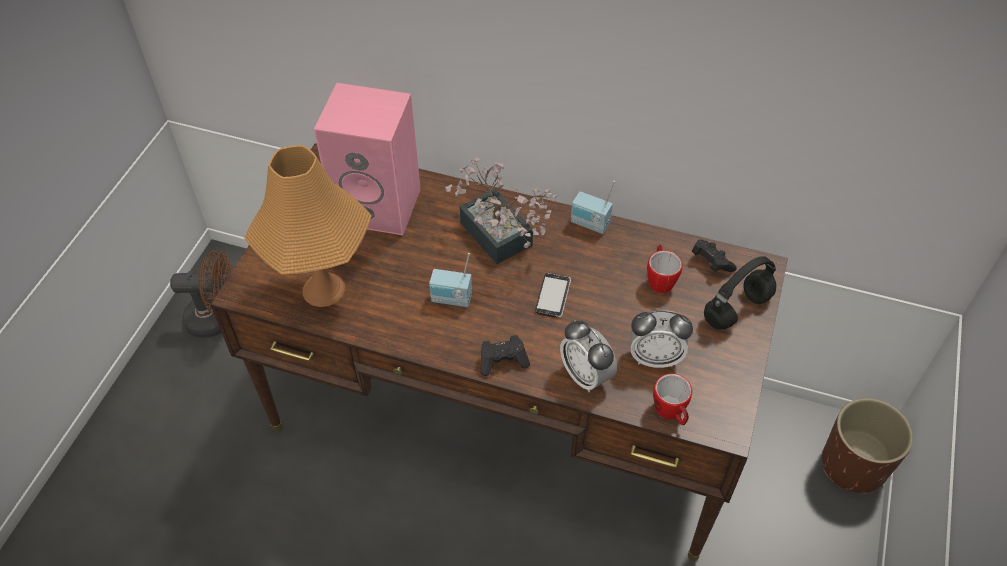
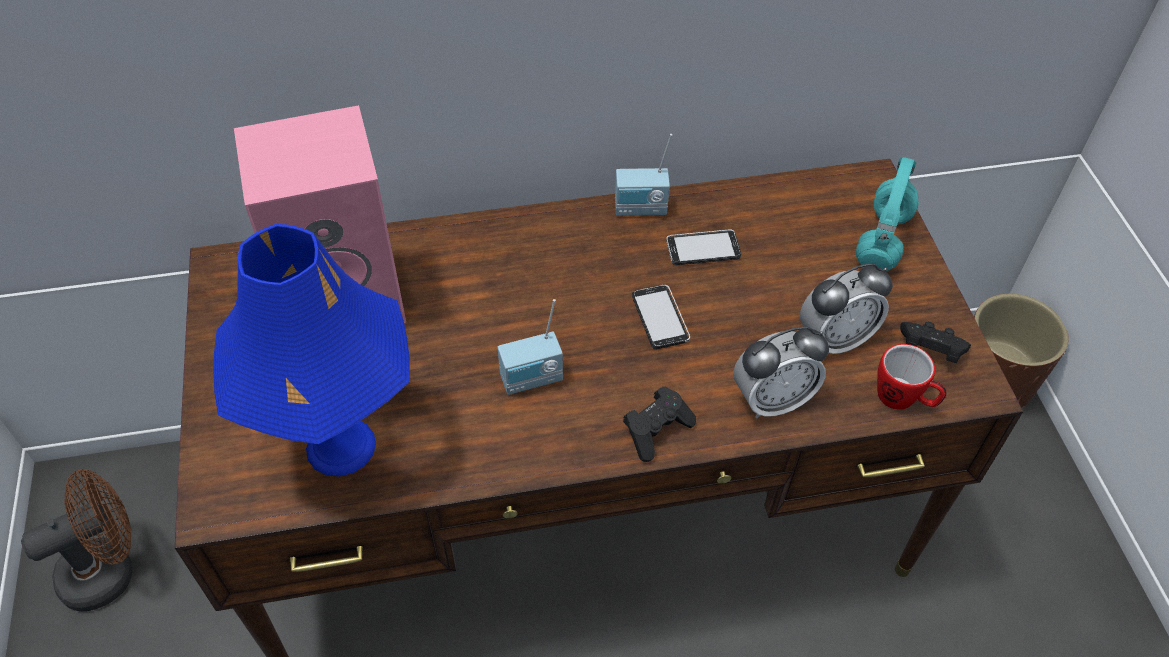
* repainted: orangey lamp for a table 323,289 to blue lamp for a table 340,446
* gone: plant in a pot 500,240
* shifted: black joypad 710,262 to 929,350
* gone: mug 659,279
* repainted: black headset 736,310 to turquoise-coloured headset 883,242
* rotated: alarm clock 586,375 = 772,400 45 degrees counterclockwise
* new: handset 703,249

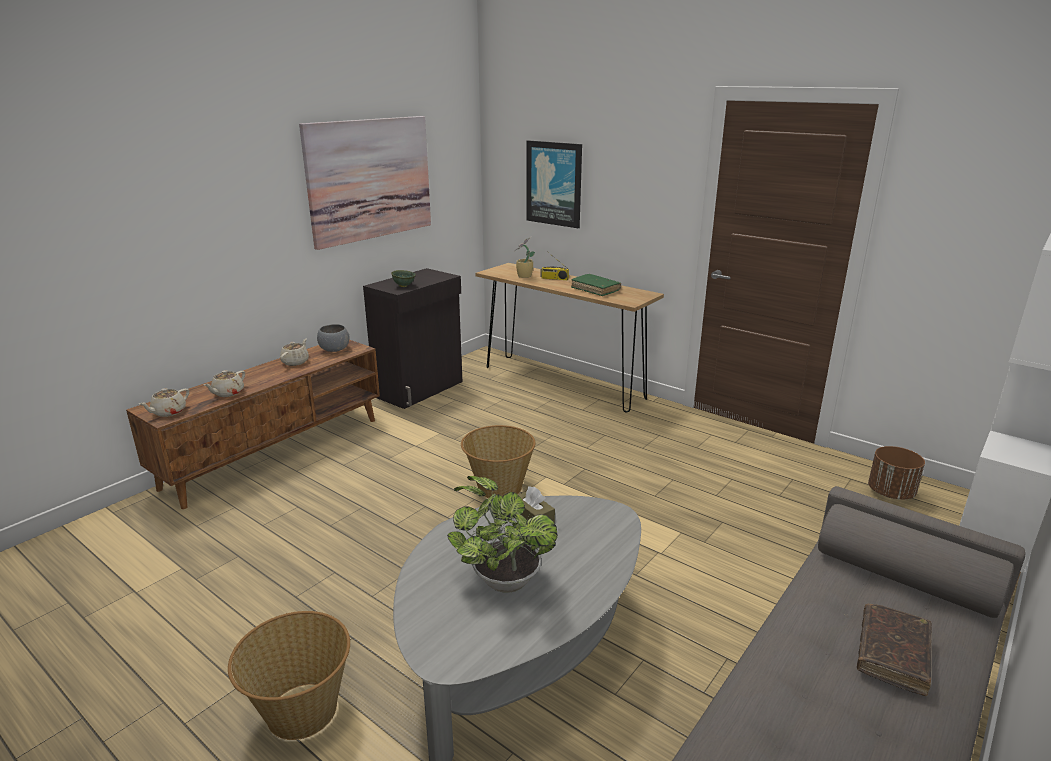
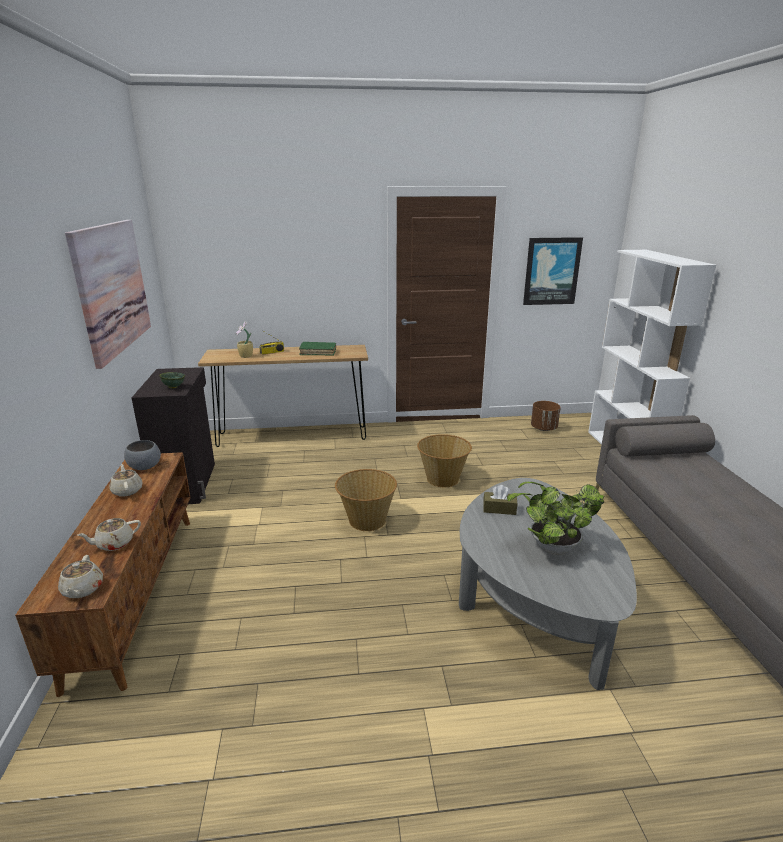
* shifted: picture 554,183 to 551,271
* rotated: beige-coloured tea pot 228,393 = 114,543 75 degrees clockwise
* gone: brown bound book 892,654
* shifted: household basket 301,711 to 442,479

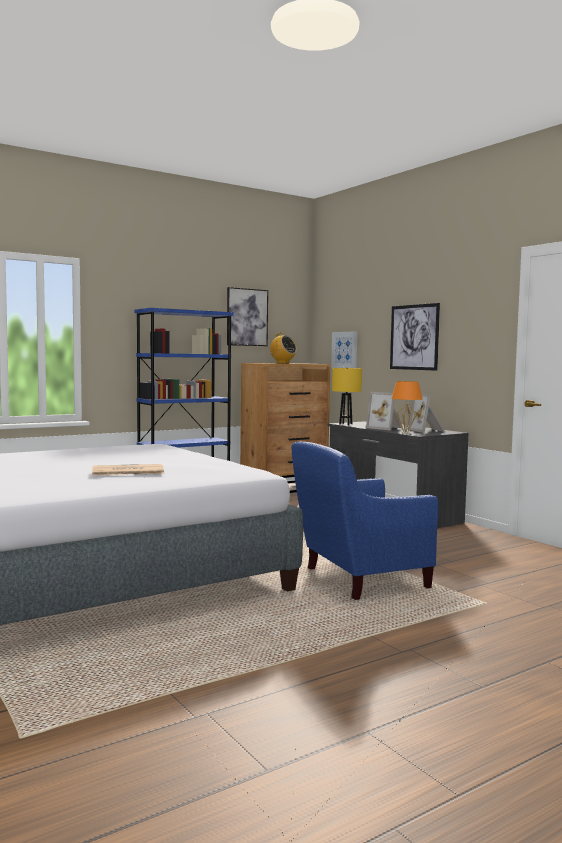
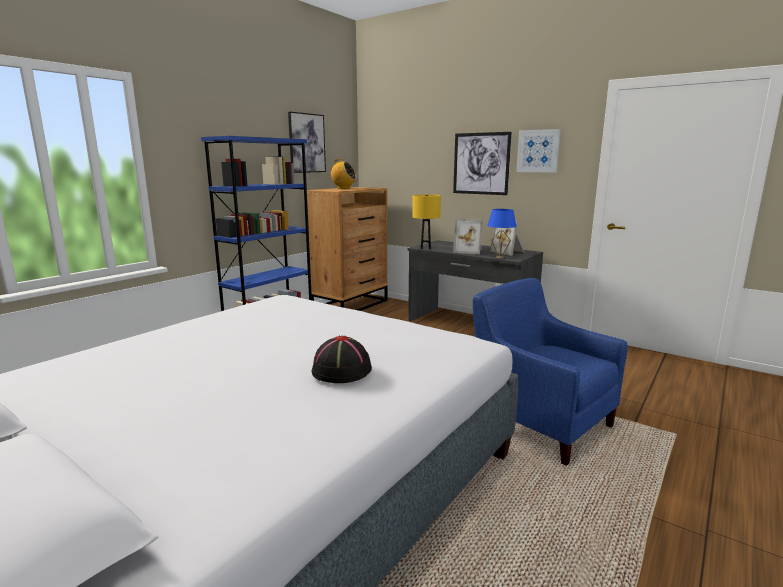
* shifted: picture 345,350 to 538,151
* repainted: orangey lamp for a table 405,433 to blue lamp for a table 499,257
* rotated: blue lounge chair 358,579 = 541,422 90 degrees clockwise
* swapped: printed paper 127,471 to black wearable hat 341,371

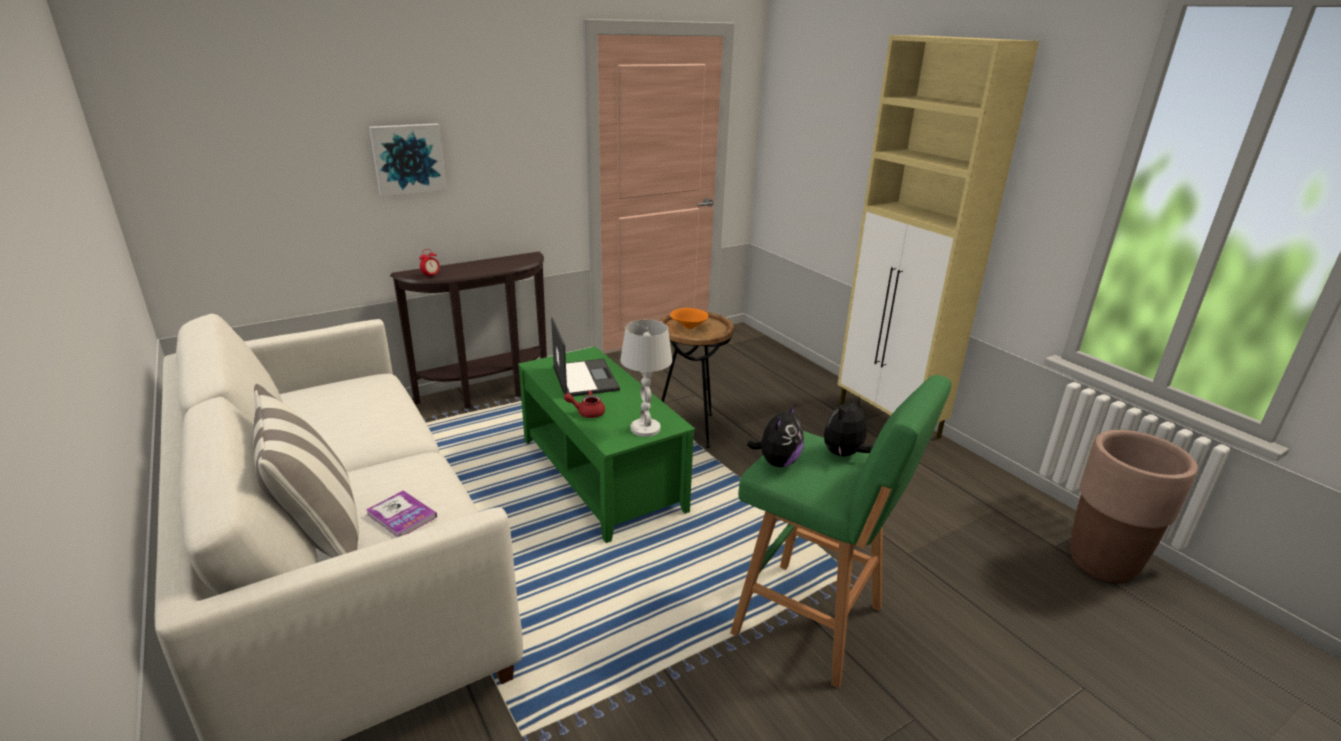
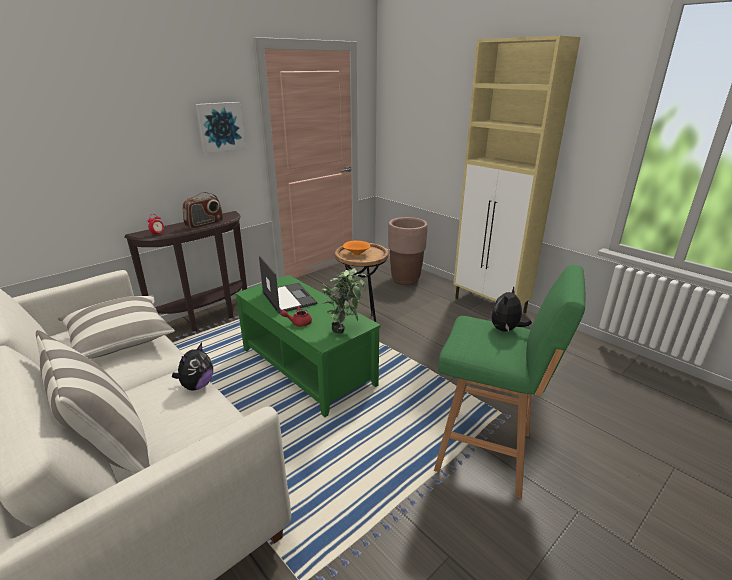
* shifted: picture 408,158 to 220,126
* swapped: white lamp for a table 645,429 to plant in a pot 345,329
* shifted: plush toy 777,462 to 197,386
* shifted: brown flower pot 1102,564 to 405,279
* gone: bound book 401,515
* new: radio set 204,224
* new: throw pillow 120,339

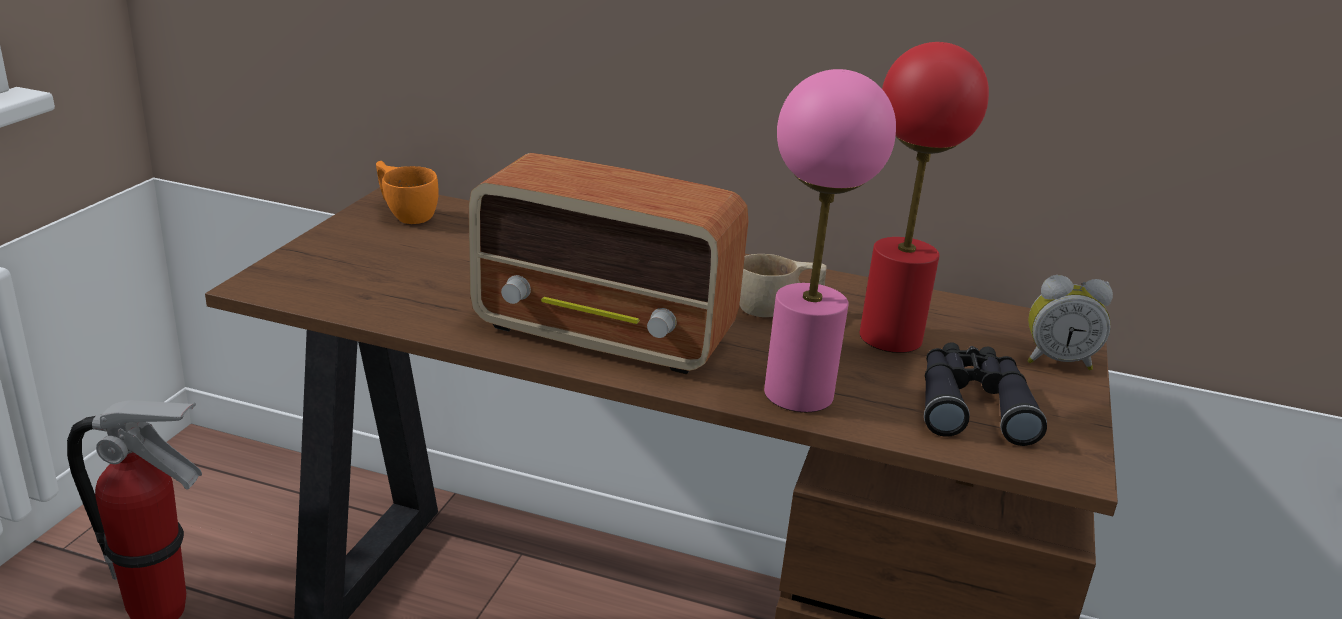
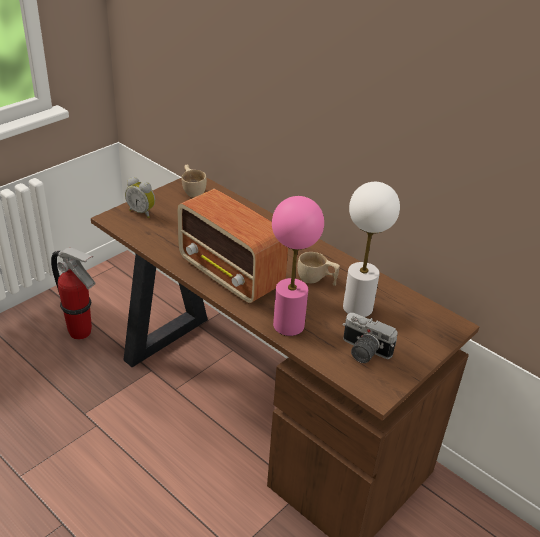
* repainted: red-coloured lamp for a table 891,337 to white lamp for a table 358,307
* repainted: orangey drinking cup 406,213 to beige-coloured drinking cup 193,190
* shifted: alarm clock 1057,361 to 142,212
* swapped: black binoculars 972,404 to still camera 363,351

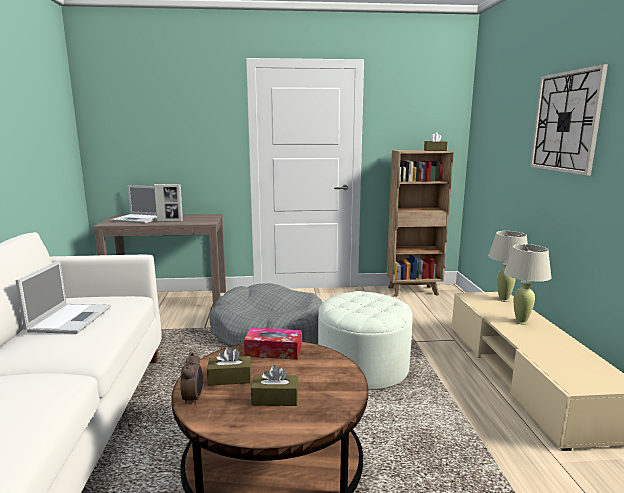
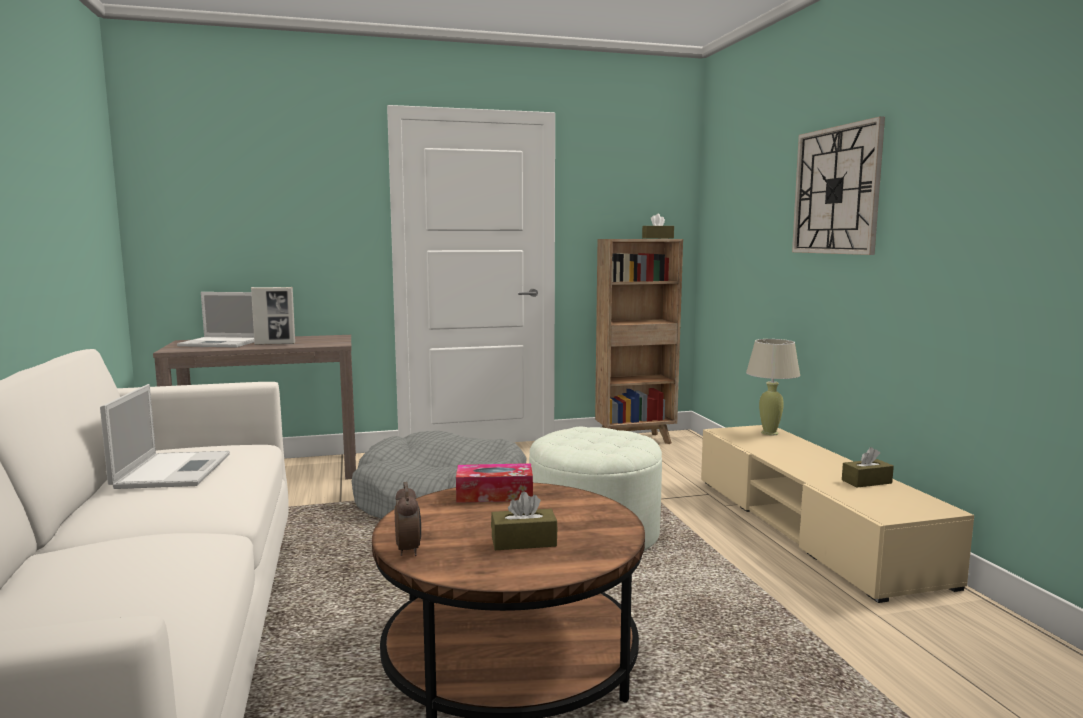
* gone: beige-coloured lamp for a table 521,322
* shifted: brown tissue holder 230,378 to 866,482

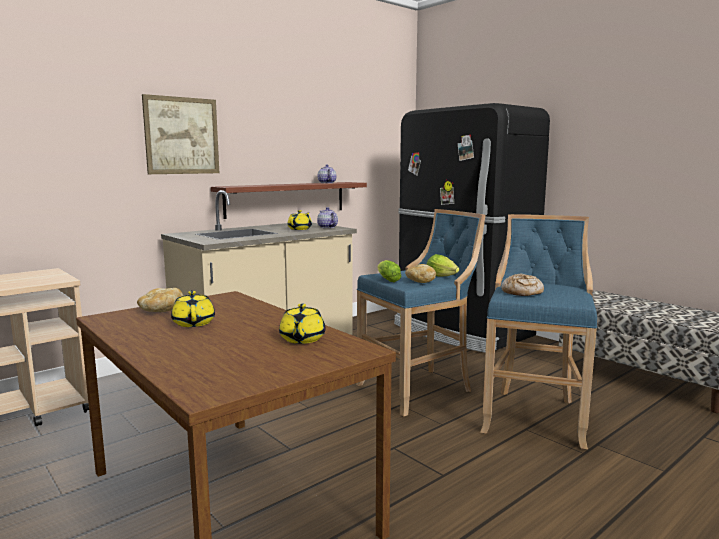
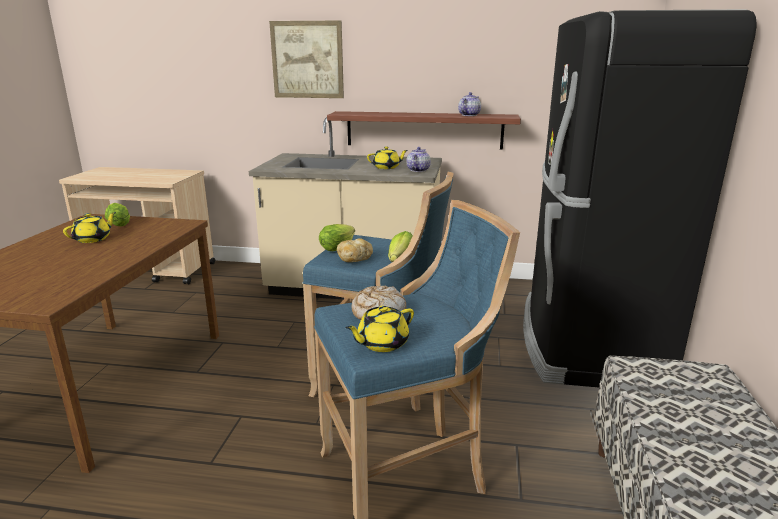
* swapped: bakery bread 161,311 to head of lettuce 120,223
* shifted: yellow-coloured tea pot 302,339 to 381,343

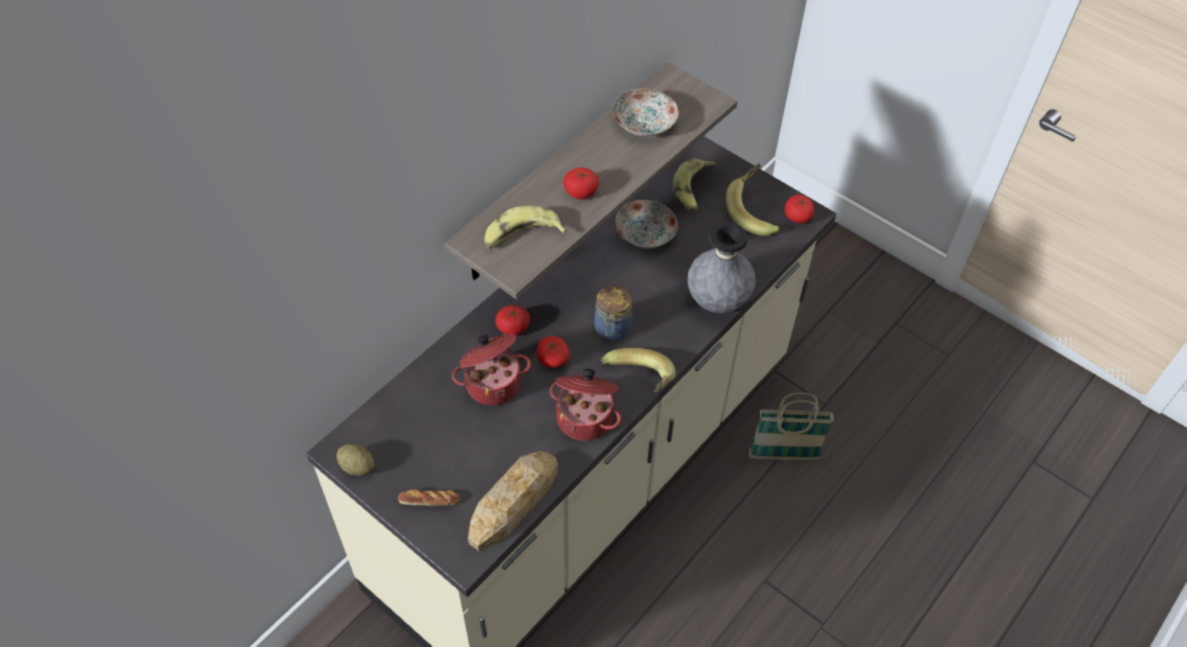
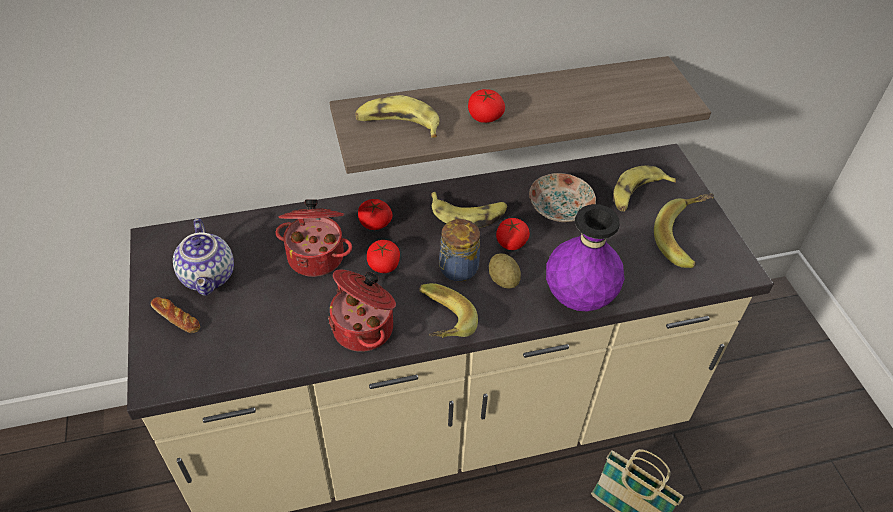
* gone: flat dish 645,123
* shifted: whole tomato 797,216 to 511,242
* repainted: gray decorative vase 717,302 to purple decorative vase 578,298
* shifted: spud 357,467 to 503,280
* gone: bakery bread 513,503
* new: whole banana 468,214
* new: tea pot 209,277

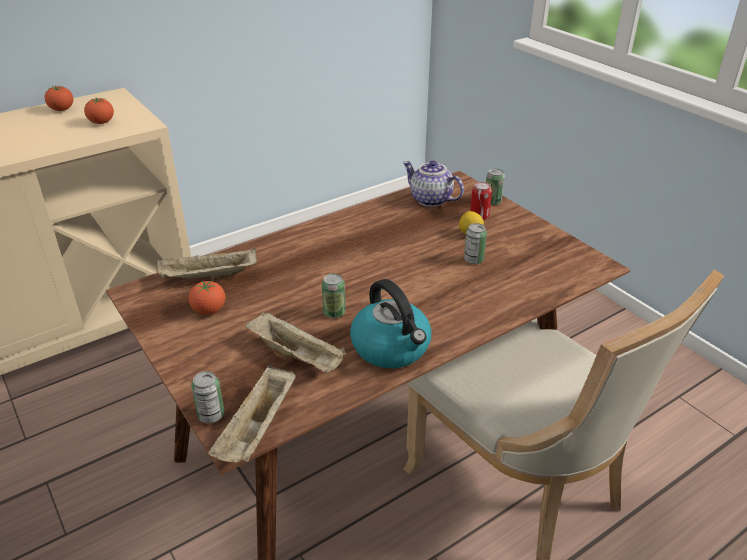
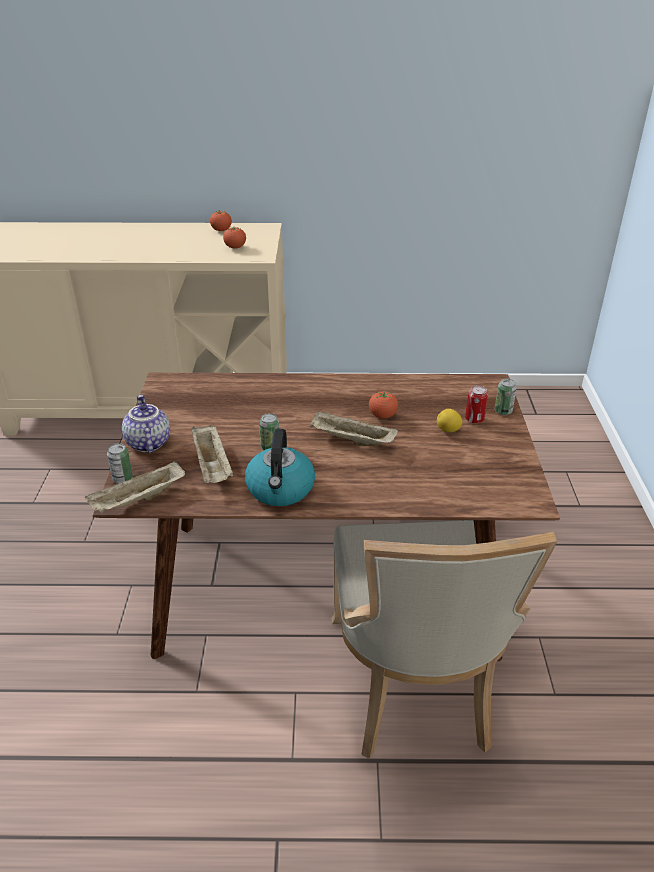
* shifted: tea pot 430,200 to 147,443
* gone: can 473,260
* shifted: beige-coloured carrying tray 208,278 to 351,440
* shifted: whole tomato 209,310 to 382,416

